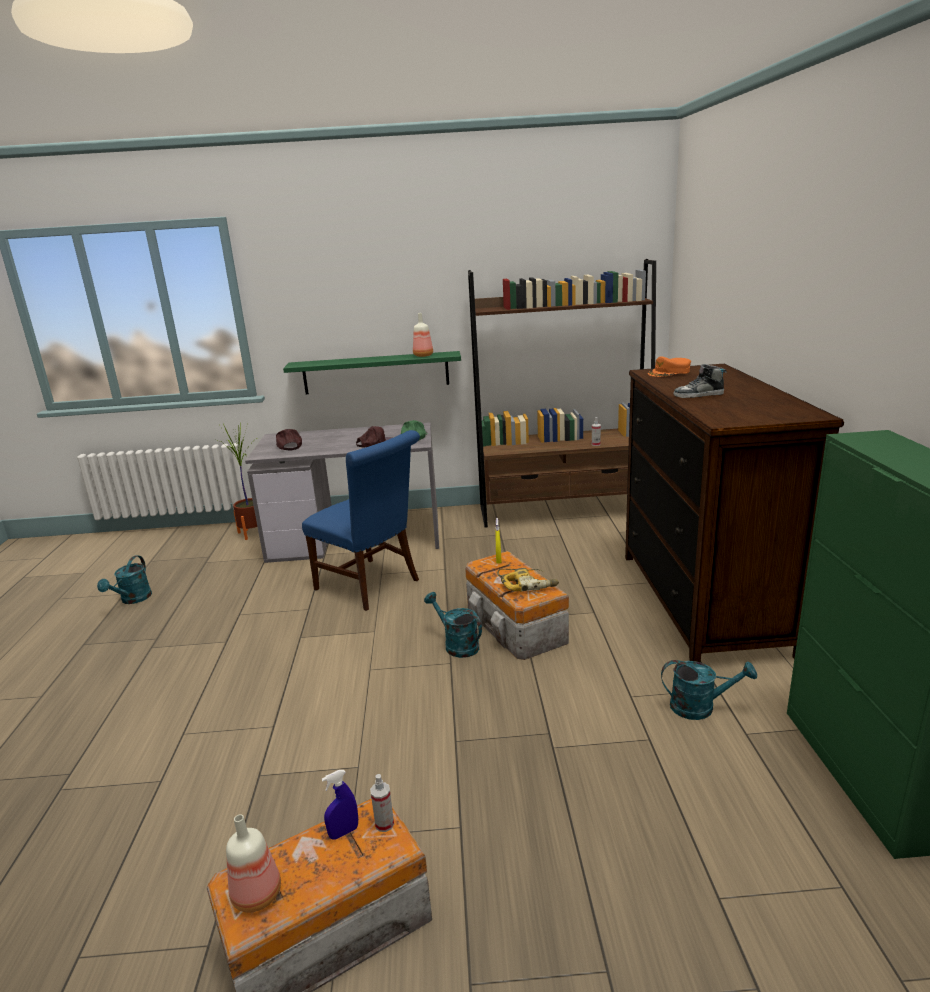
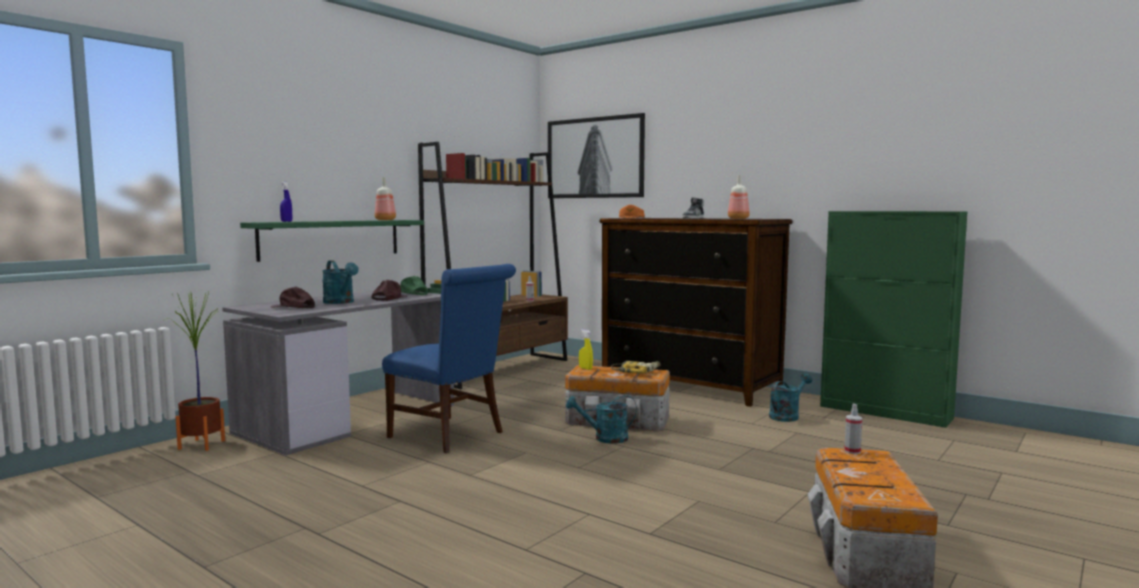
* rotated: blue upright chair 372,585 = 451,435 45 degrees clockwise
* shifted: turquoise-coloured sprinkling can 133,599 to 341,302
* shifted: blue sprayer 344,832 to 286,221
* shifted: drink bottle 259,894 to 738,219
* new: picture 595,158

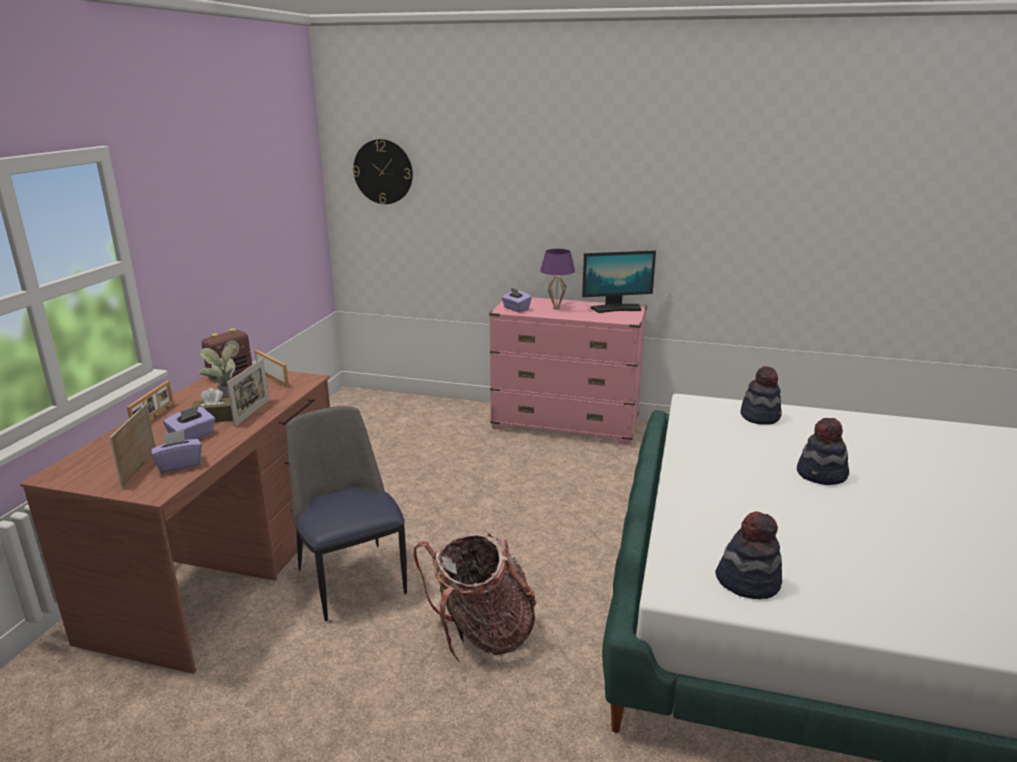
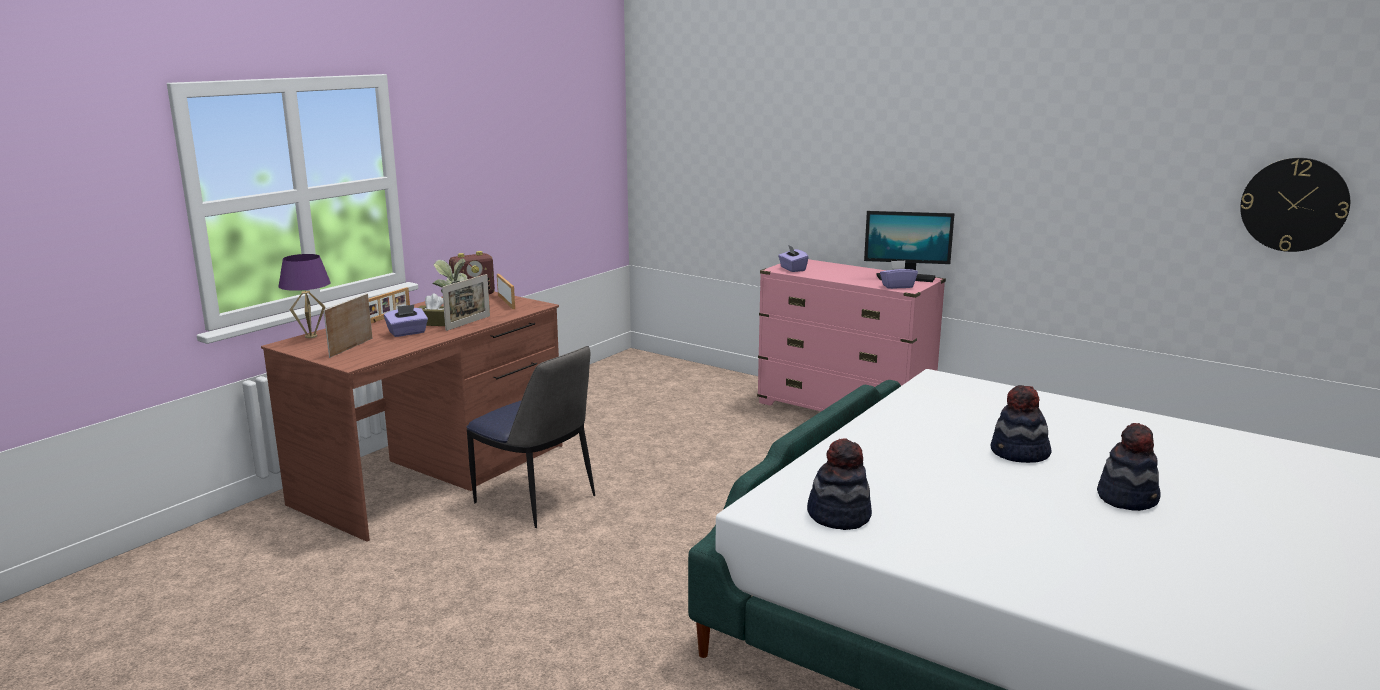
* shifted: hanging clock 383,172 to 1294,204
* shifted: purple lamp for a table 556,308 to 311,336
* shifted: wearable hat 760,416 to 1127,498
* rotated: upright chair 351,578 = 537,501 135 degrees clockwise
* shifted: purple tissue holder 179,465 to 897,286
* gone: rucksack 482,634

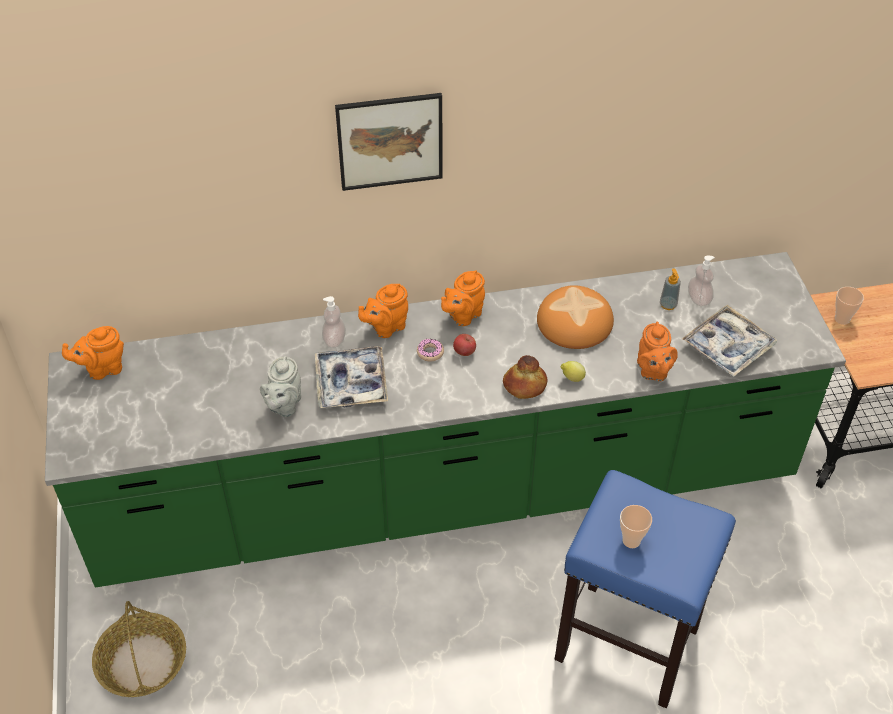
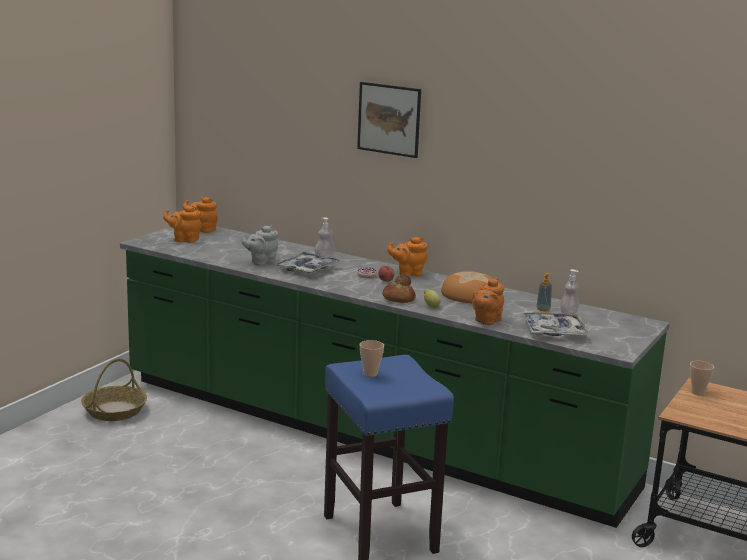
* shifted: orangey tea pot 386,327 to 184,240

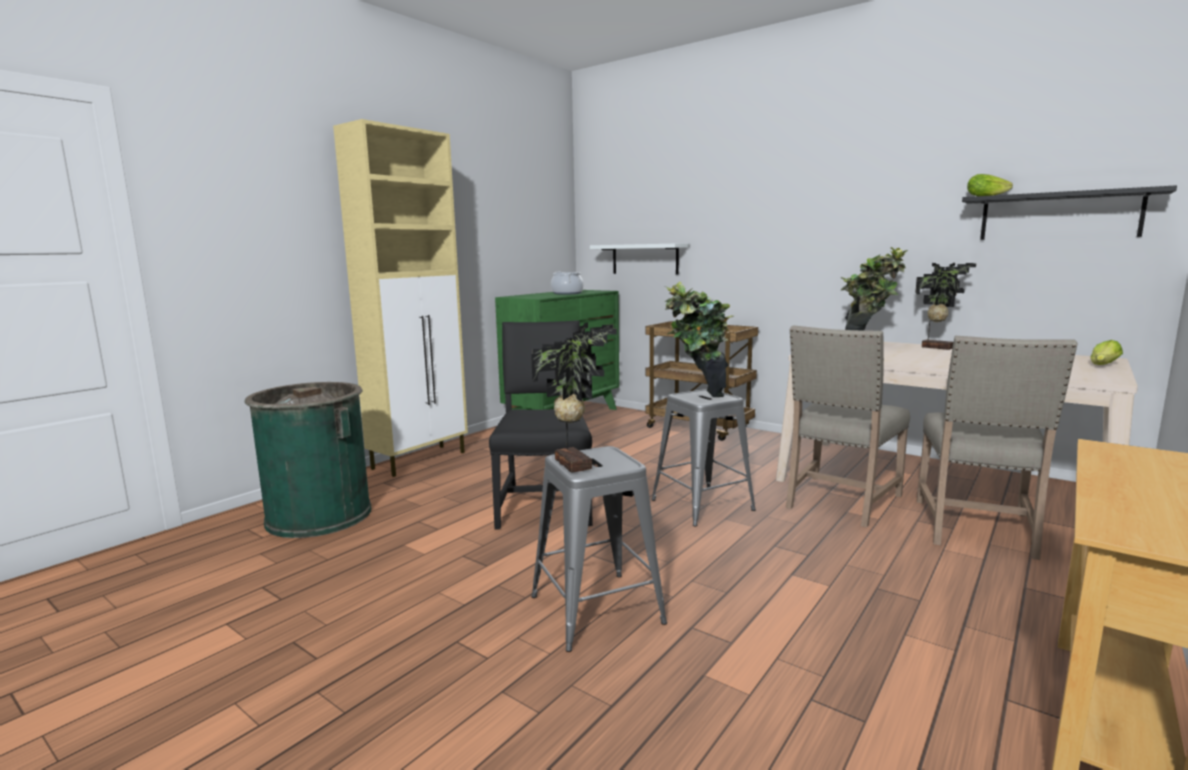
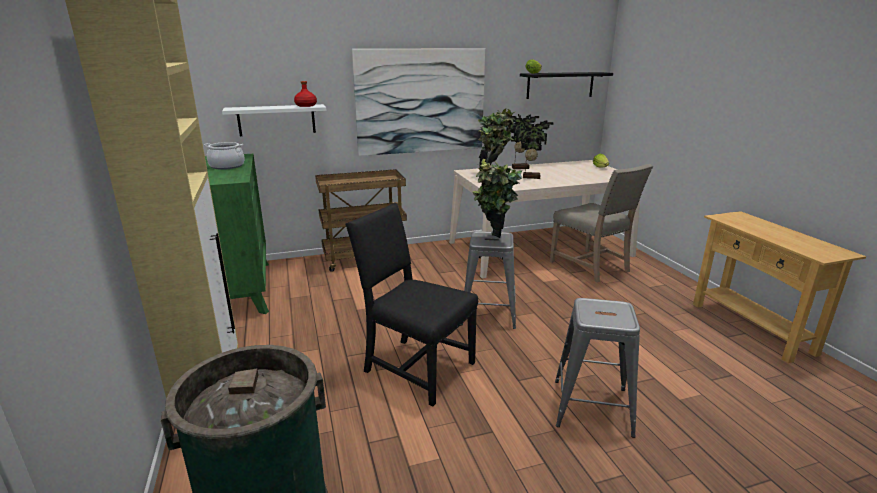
* shifted: plant in a pot 575,463 to 531,177
* gone: beige-coloured upright chair 840,502
* new: picture 420,101
* new: red-coloured drink bottle 306,105

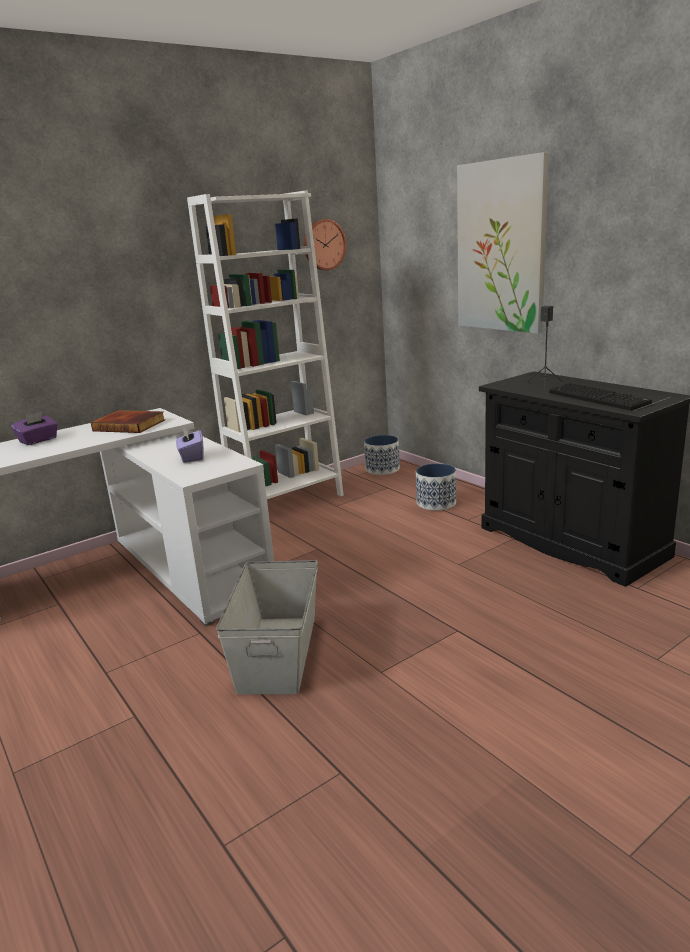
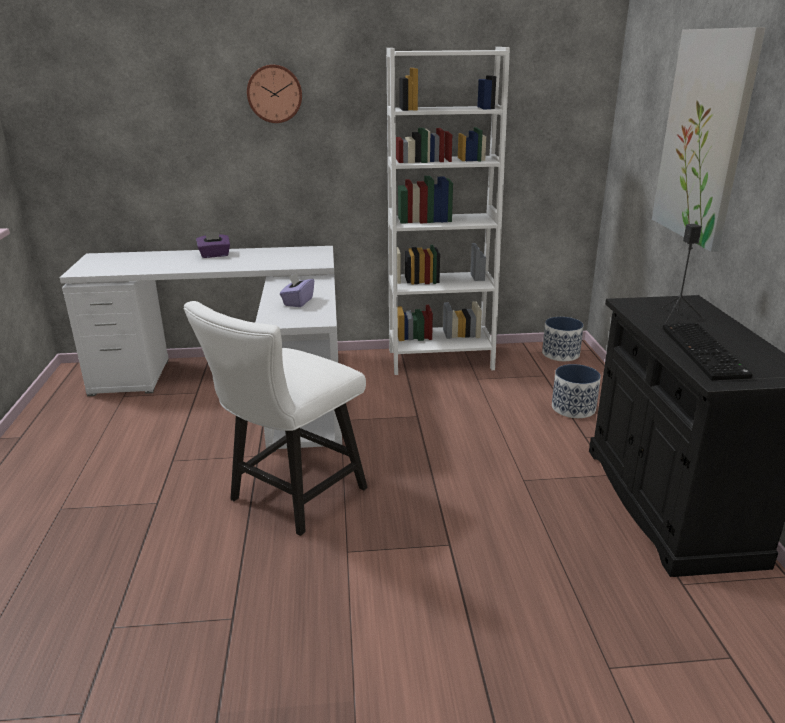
* shifted: hanging clock 323,245 to 274,93
* gone: bound book 130,425
* swapped: gray storage container 277,653 to white upright chair 290,498

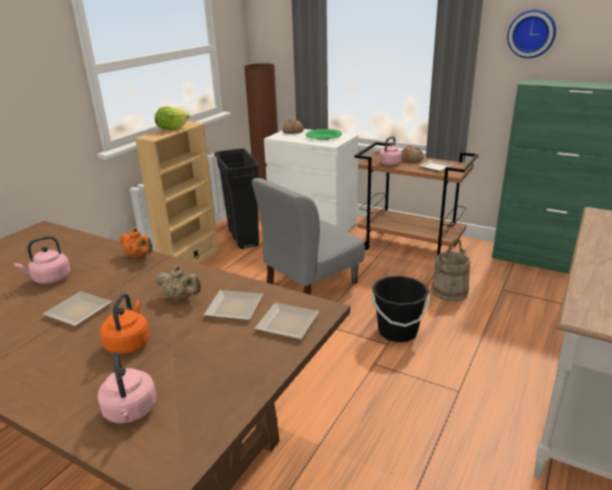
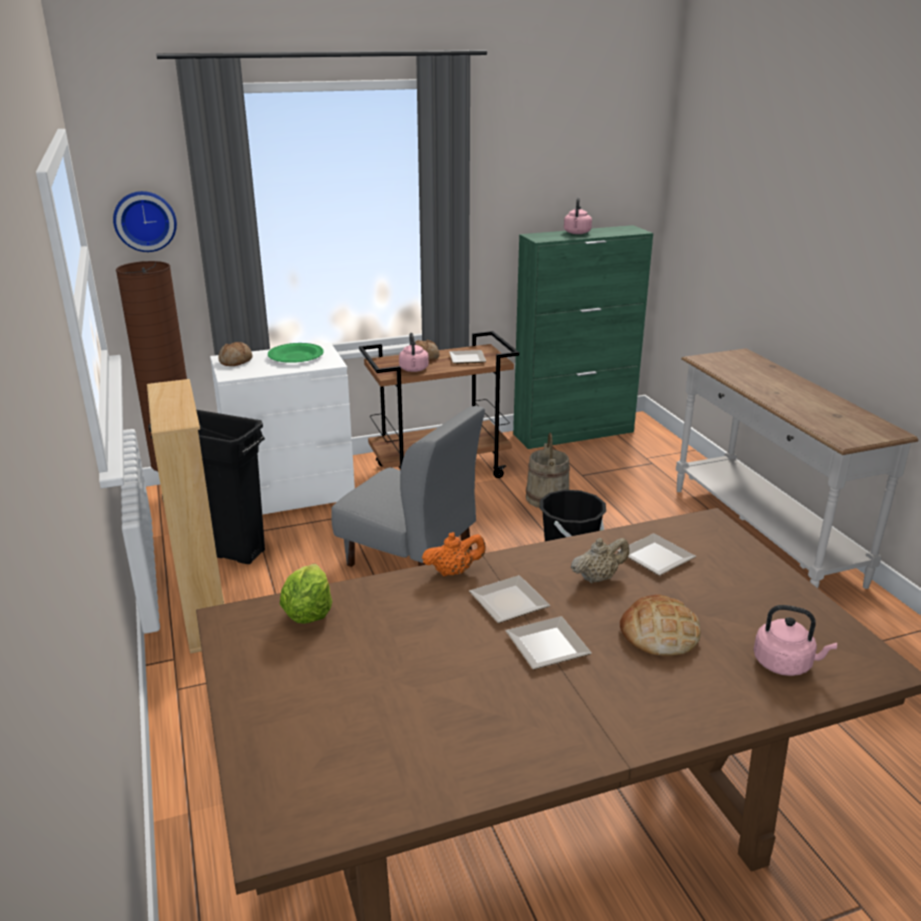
* shifted: hanging clock 531,34 to 145,221
* shifted: head of lettuce 172,129 to 308,613
* rotated: gray upright chair 310,283 = 410,559 60 degrees counterclockwise
* shifted: pinkish tea kettle 50,279 to 577,233
* swapped: orangey tea kettle 129,343 to bakery bread 659,633
* shifted: flat dish 288,325 to 511,603

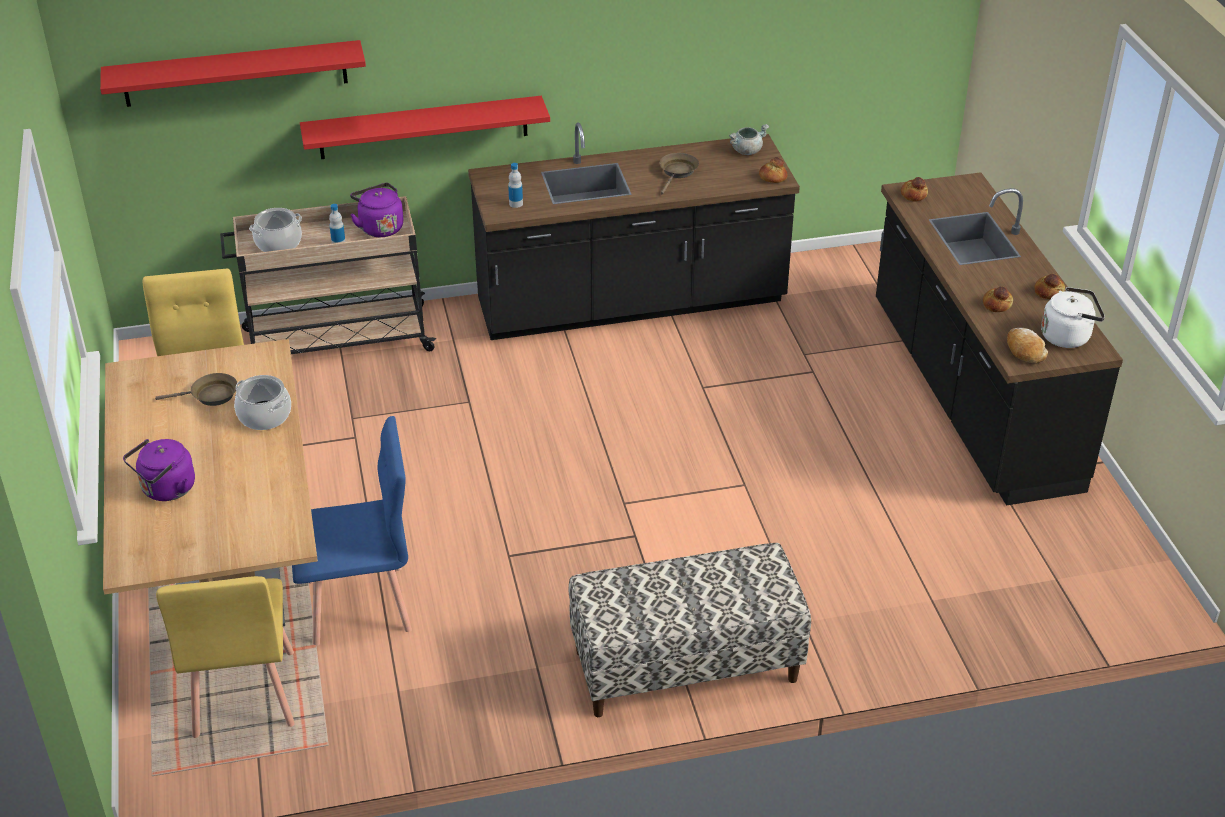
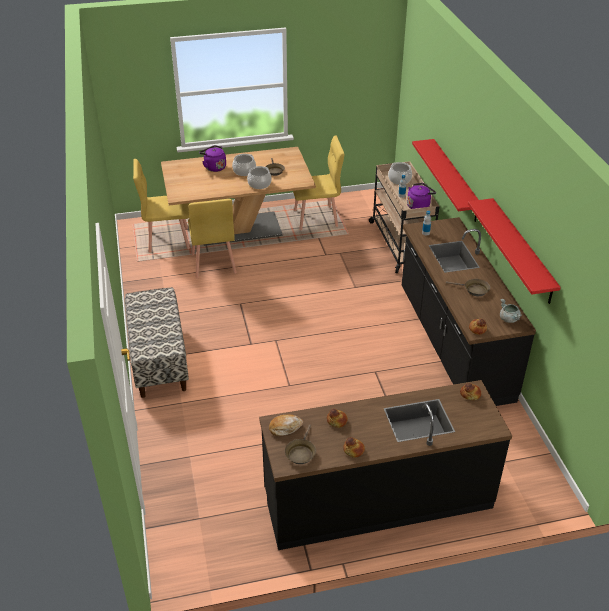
* shifted: red-coloured wall shelf 235,73 to 522,251
* swapped: white tea kettle 1068,336 to brown skillet 301,452
* repainted: blue upright chair 360,605 to yellow-coloured upright chair 213,263
* new: stockpot 244,171

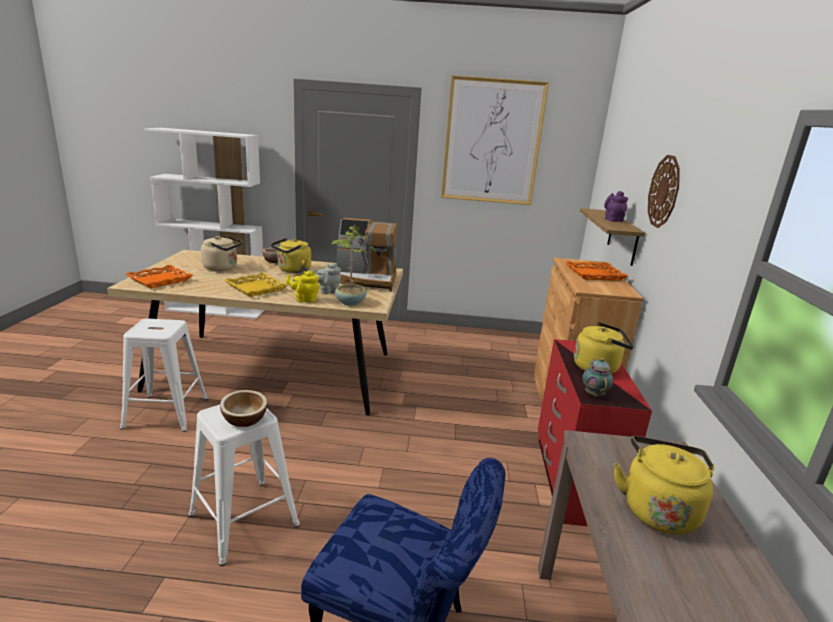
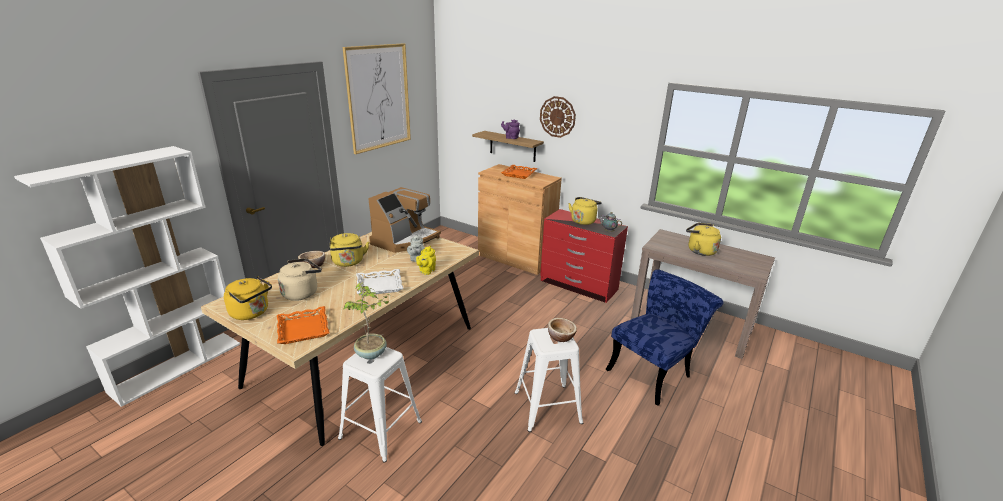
* shifted: plant in a pot 350,302 to 371,354
* repainted: yellow-coloured carrying tray 256,288 to white carrying tray 379,286
* new: yellow-coloured tea kettle 252,313

